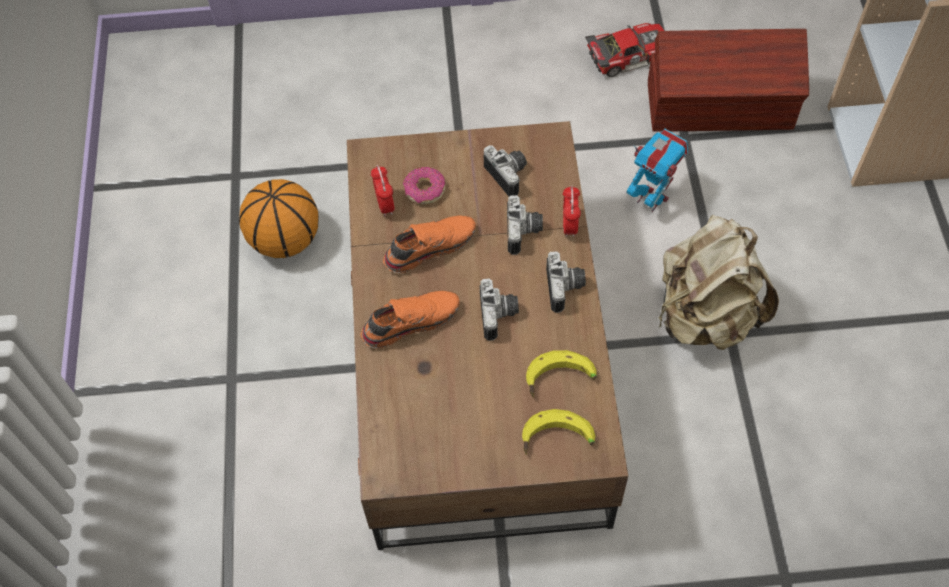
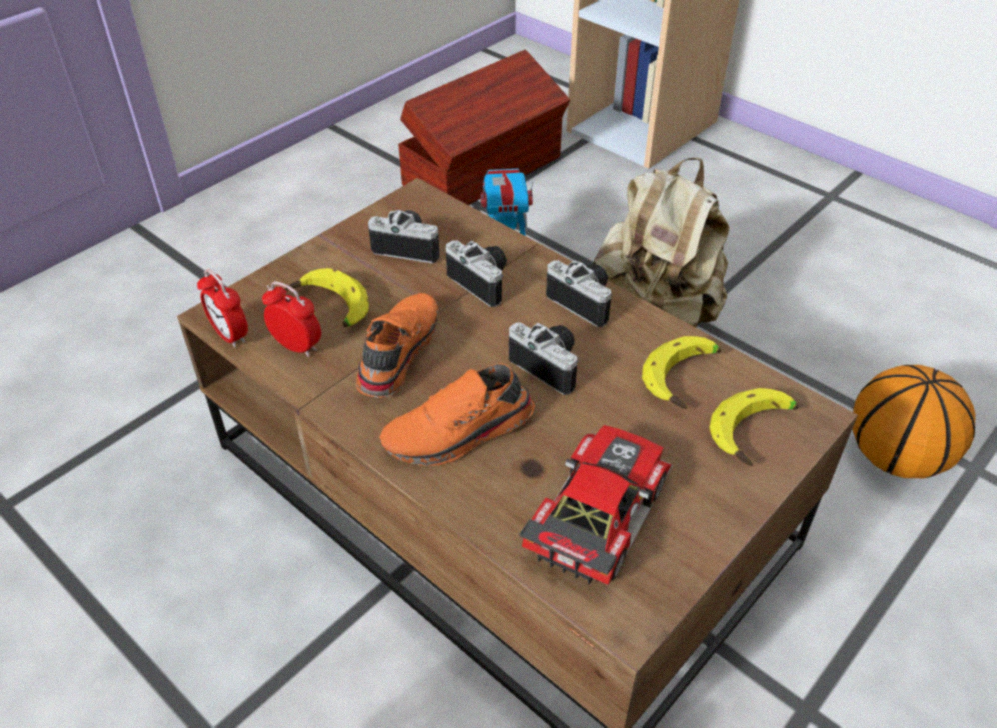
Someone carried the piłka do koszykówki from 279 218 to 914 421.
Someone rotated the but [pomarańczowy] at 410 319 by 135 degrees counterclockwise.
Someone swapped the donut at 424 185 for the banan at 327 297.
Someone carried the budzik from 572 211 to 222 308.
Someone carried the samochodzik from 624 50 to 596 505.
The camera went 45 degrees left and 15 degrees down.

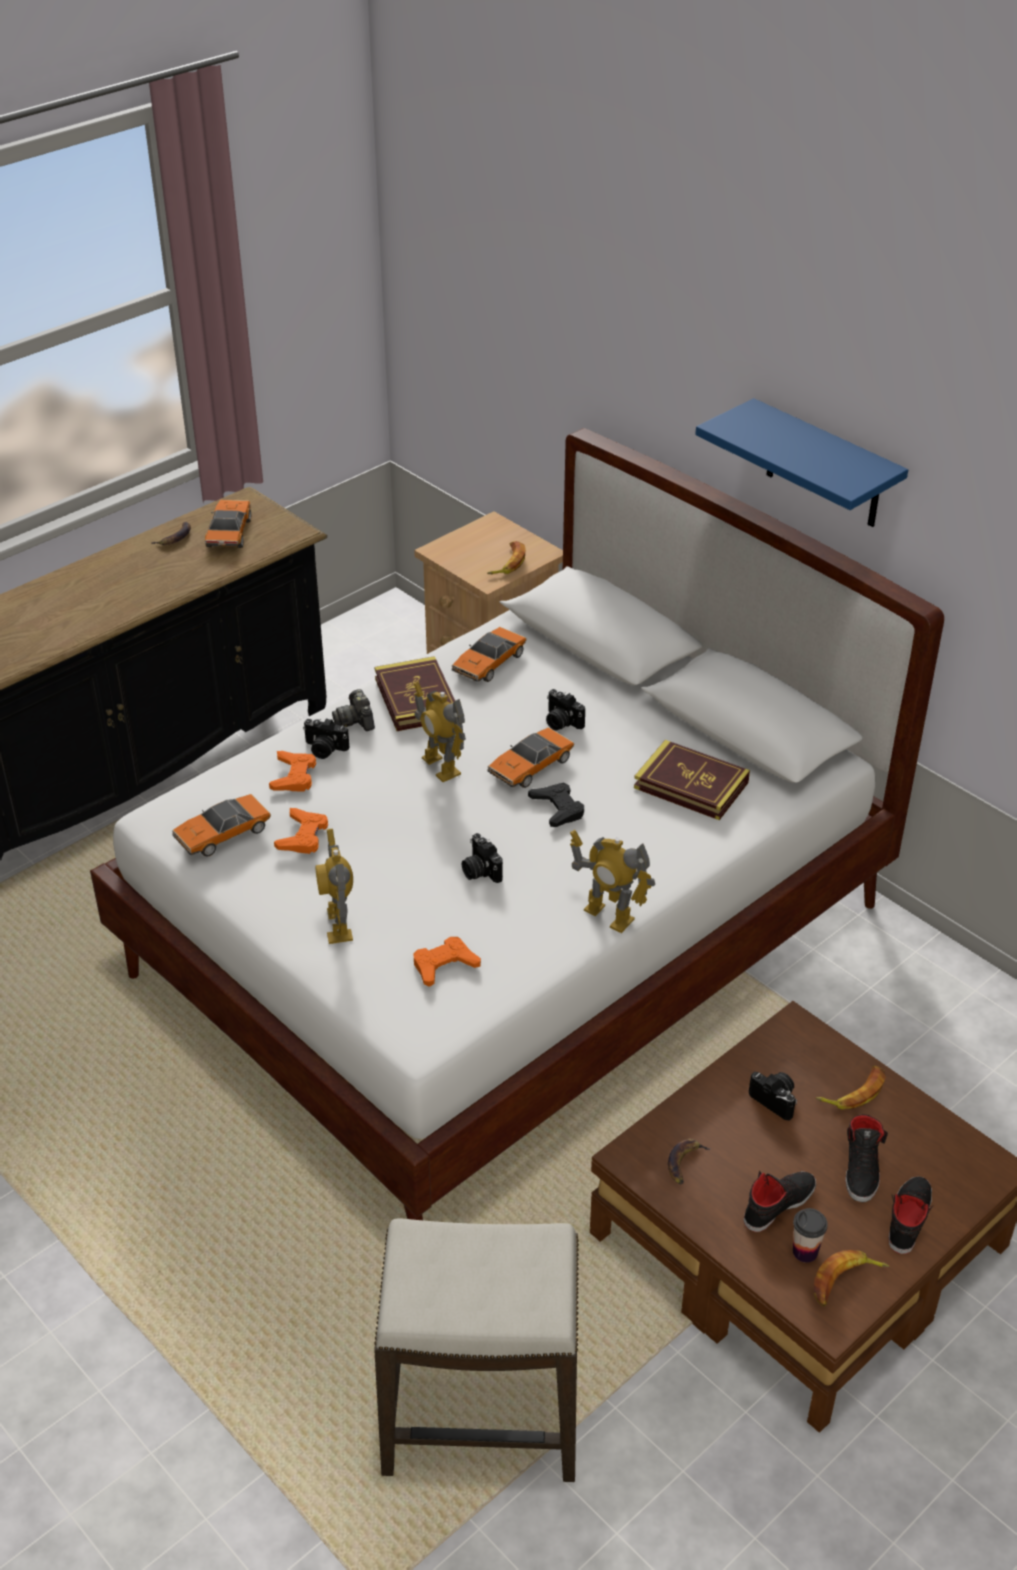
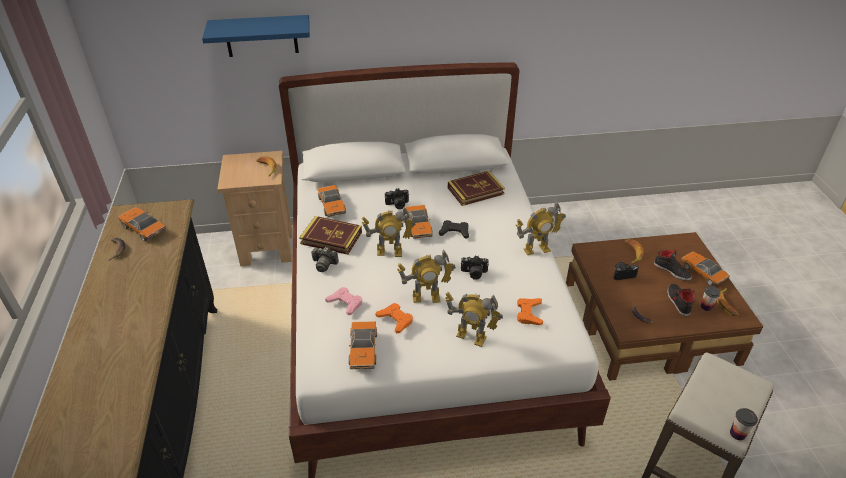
Someone repainted the pad do gier [pomarańczowy] at 292 771, which became the pad do gier [różowy] at 343 301.
Someone took away the aparat fotograficzny at 326 738.
Someone carried the półka [niebieski] from 801 462 to 256 36.
Someone swapped the but [czarny] at 911 1215 for the samochodzik at 705 268.
Someone put down the robot zabawkowy at 426 276.
Someone put down the filiżanka at 744 424.
The camera went 55 degrees left and 0 degrees up.

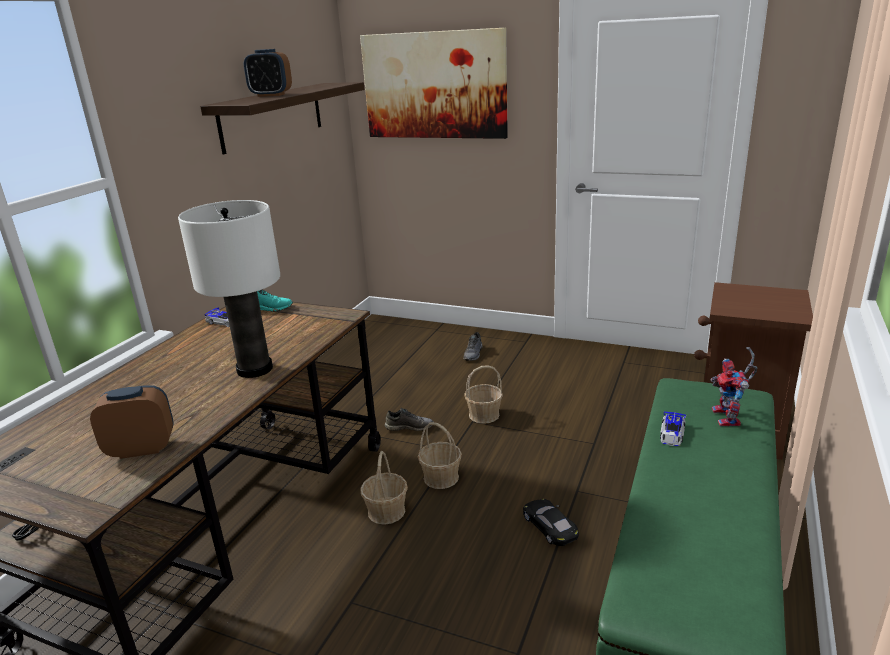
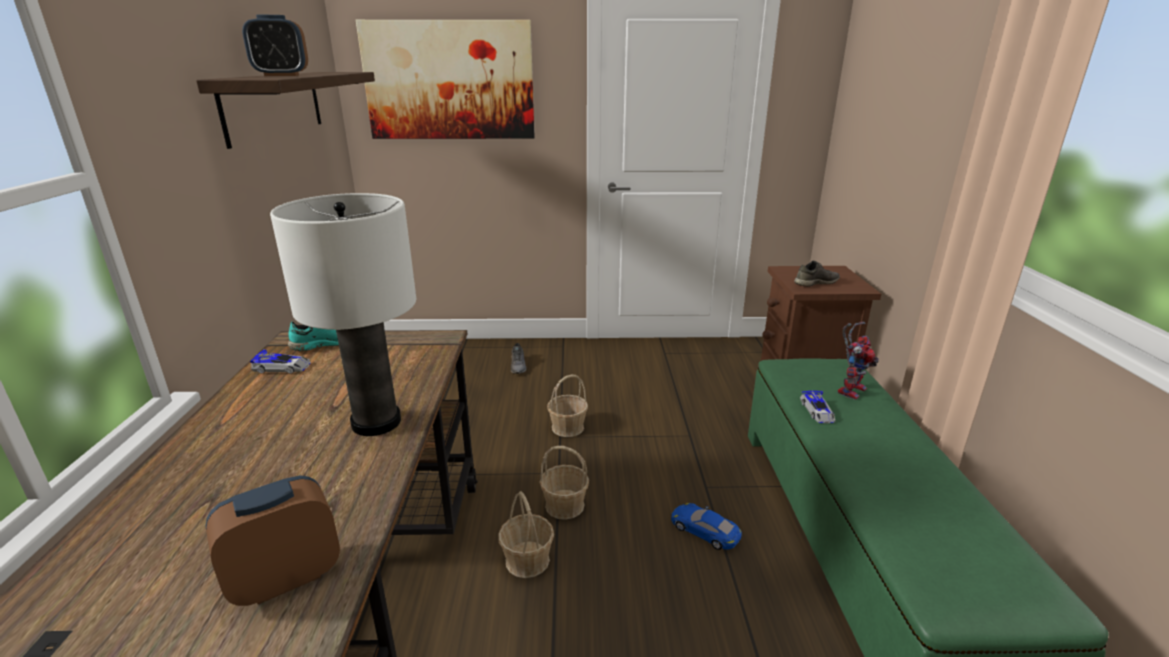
Someone carried the but [szary] from 409 419 to 817 274.
Someone repainted the samochodzik [czarny] at 551 522, which became the samochodzik [niebieski] at 706 526.
Someone rotated the robot zabawkowy at 734 386 by 120 degrees counterclockwise.
The camera went 25 degrees left and 0 degrees up.

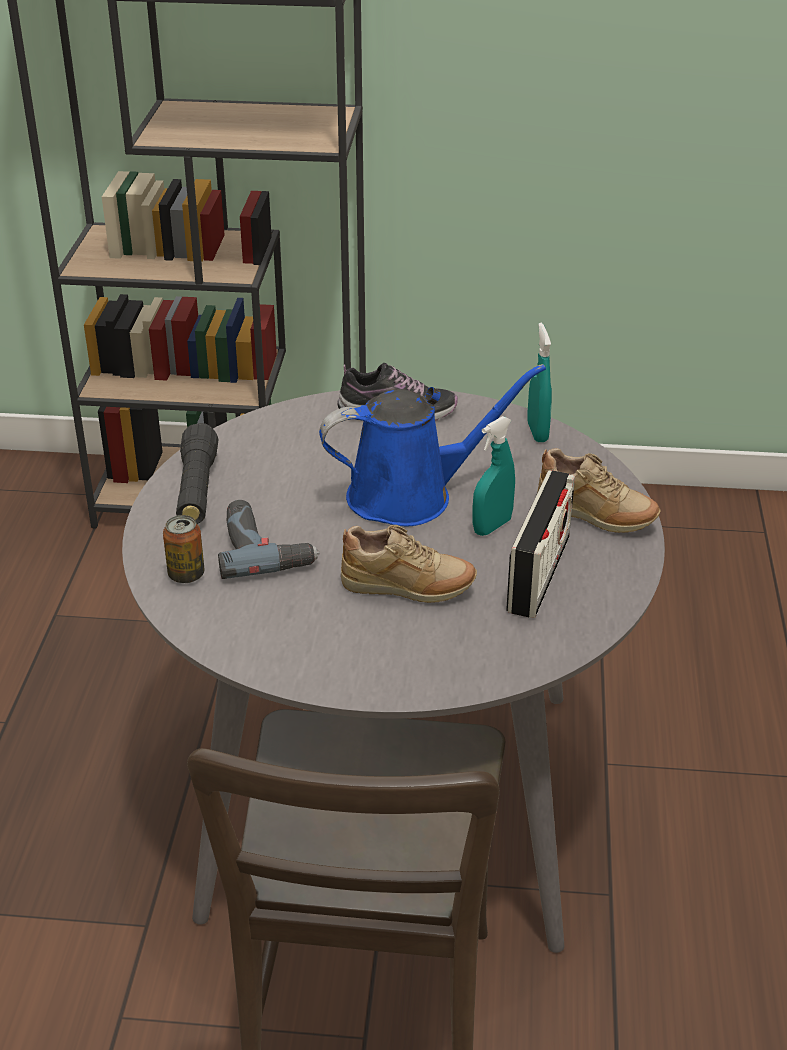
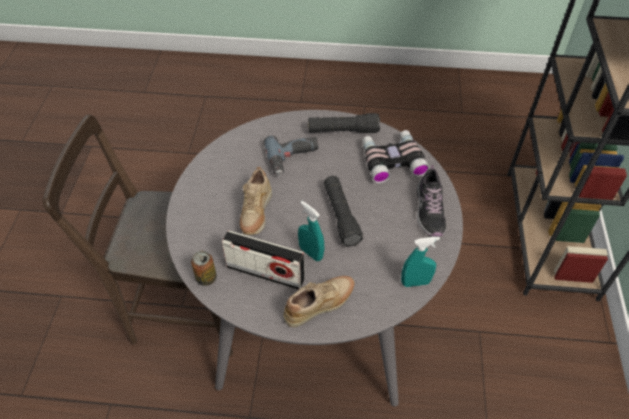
Someone carried the puszka from 183 549 to 204 268.
Someone swapped the konewka [niebieski] at 432 445 for the latarka [czarny] at 343 211.
Someone rotated the but [beżowy] at 598 490 by 150 degrees counterclockwise.
Someone put down the lornetka at 396 157.
The camera went 90 degrees right and 15 degrees up.

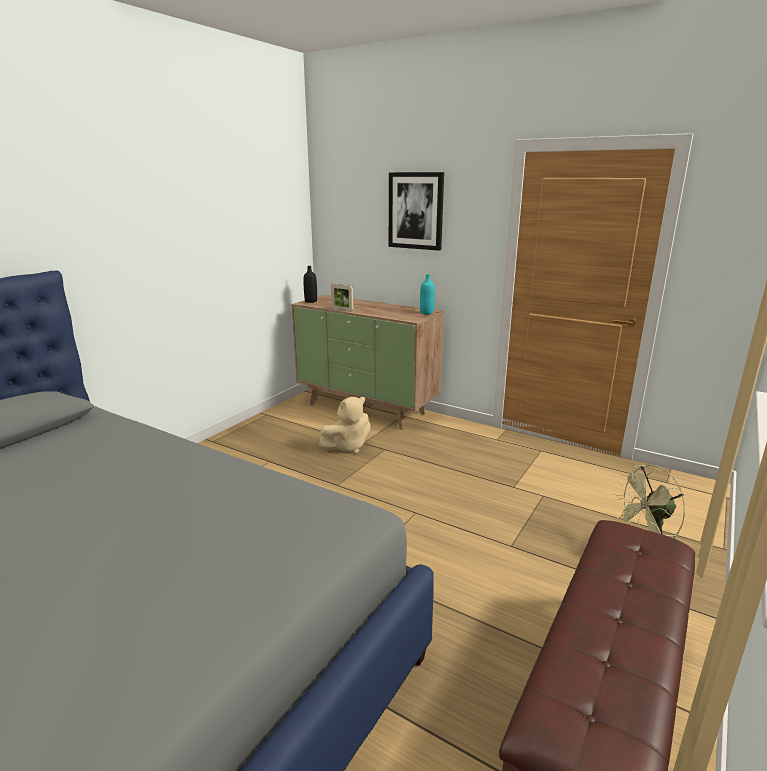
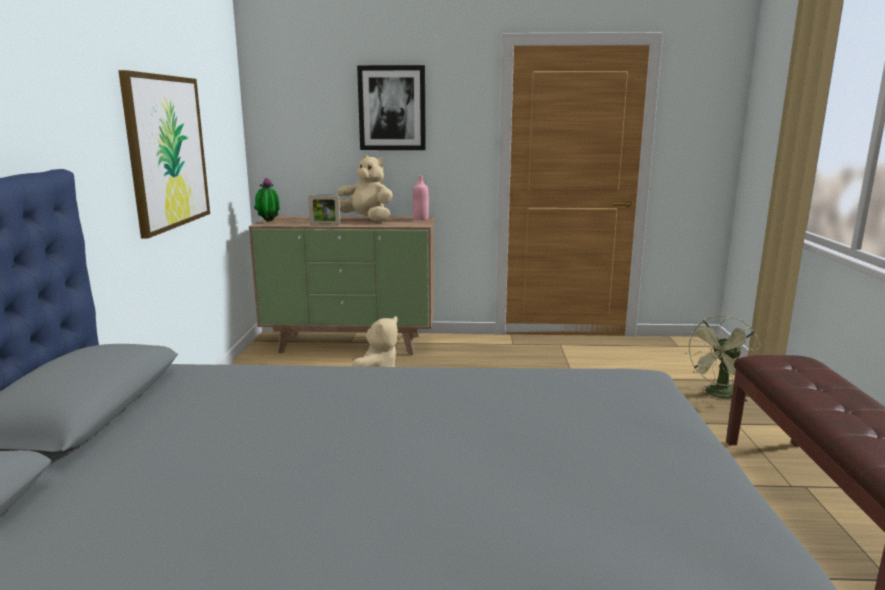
Someone swapped the butelka [czarny] at 310 284 for the roślina doniczkowa at 267 200.
Someone repainted the butelka [turkusowy] at 427 294, which became the butelka [różowy] at 421 198.
Someone put up the obraz at 164 154.
Someone put down the pluszak [beżowy] at 365 188.
The camera went 30 degrees left and 5 degrees down.

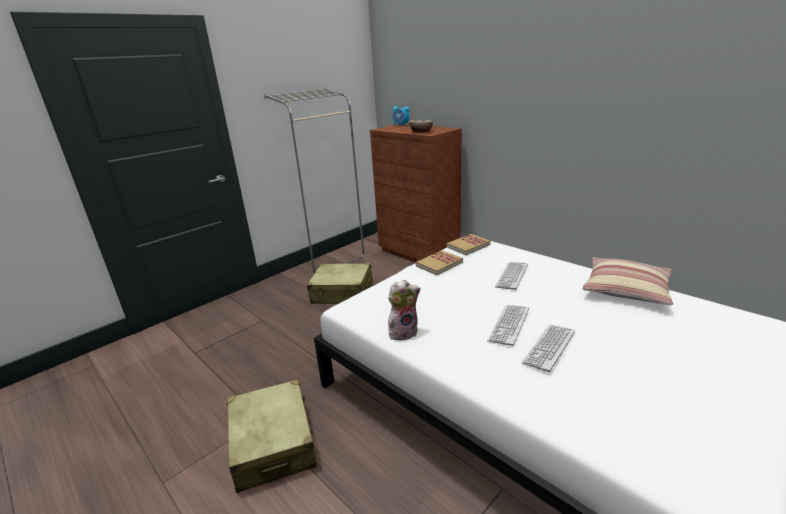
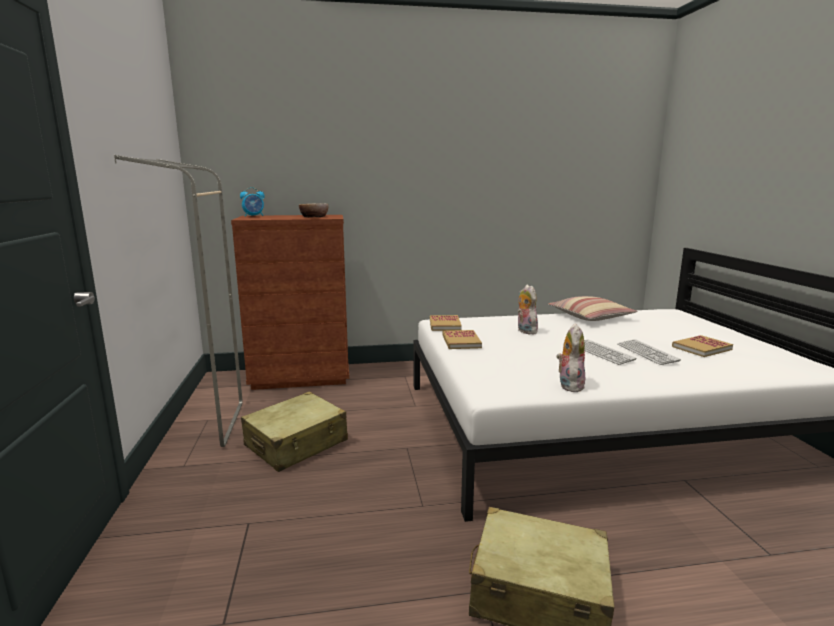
Someone swapped the klawiatura at 511 276 for the pluszak at 527 310.
Someone put down the książka at 702 346.
The camera went 55 degrees left and 10 degrees down.

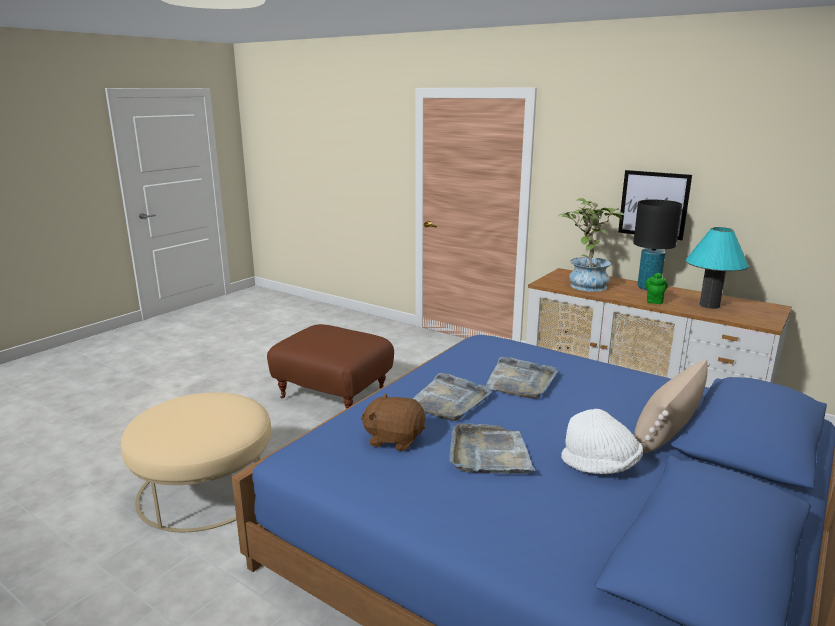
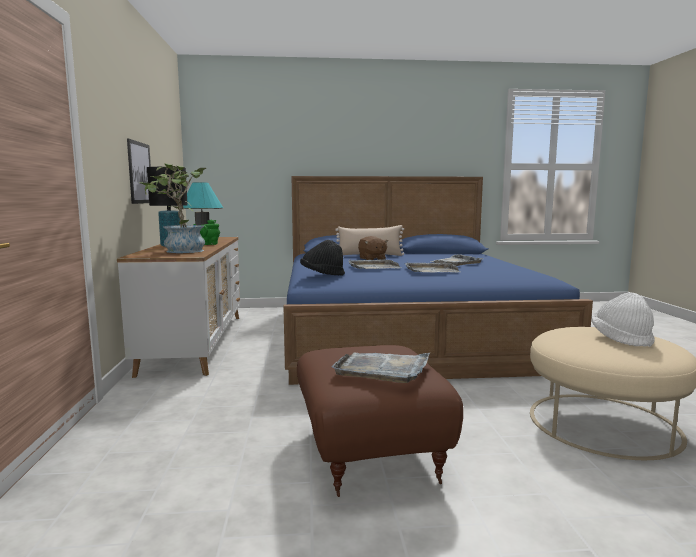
Someone carried the pluszak [brązowy] from 393 422 to 373 248.
Someone carried the kapelusz [biały] from 602 441 to 623 319.
Someone put down the kapelusz [czarny] at 322 258.
Someone put down the taca [szary] at 381 367.
The camera went 130 degrees left and 10 degrees down.

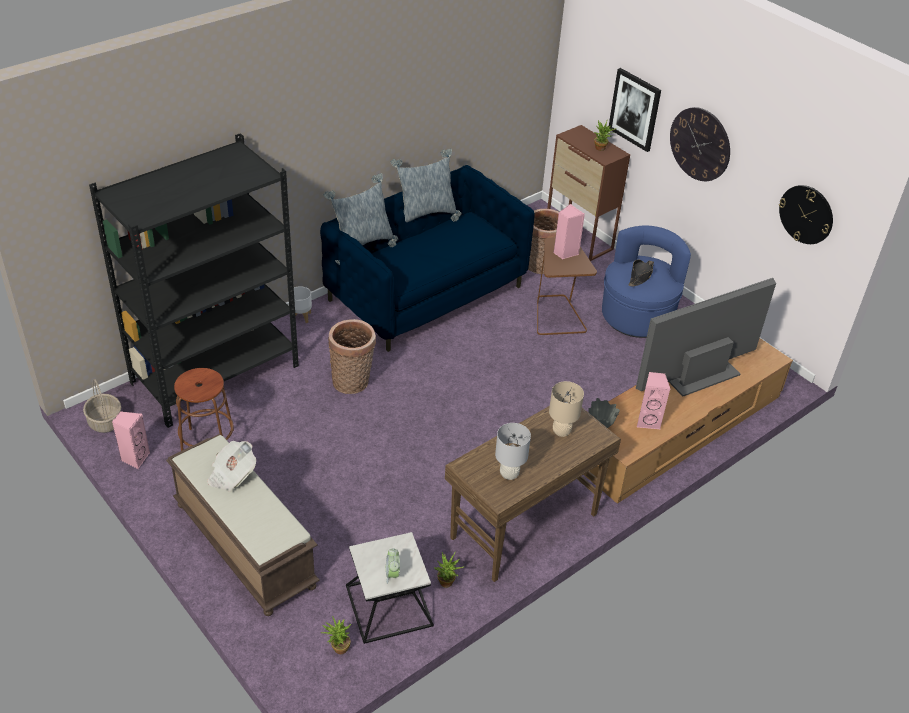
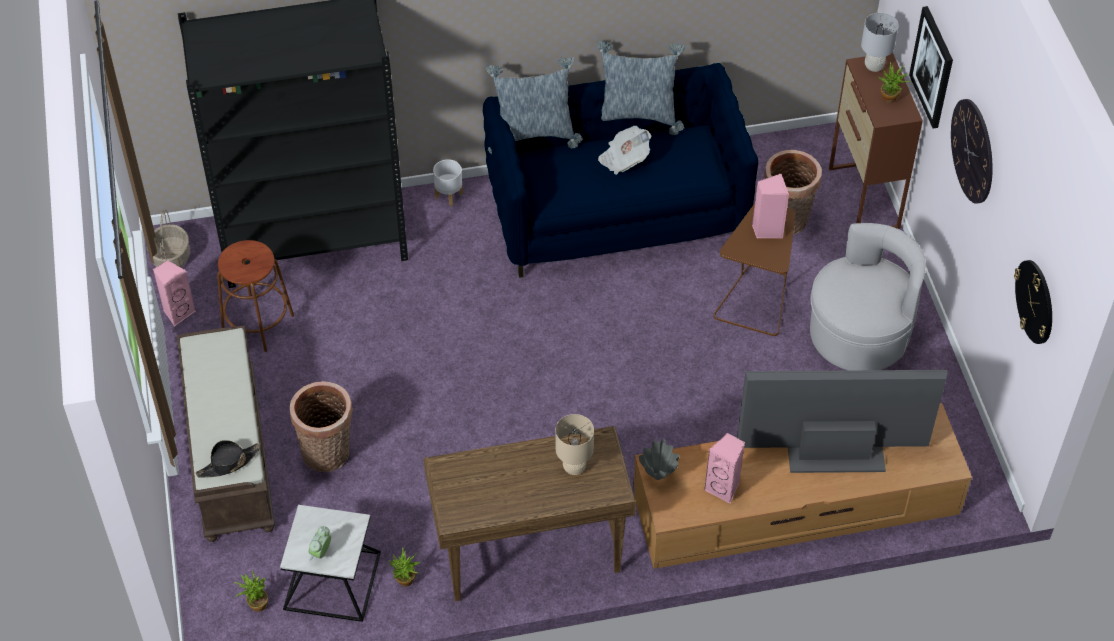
Someone carried the gazeta from 231 466 to 624 150.
Someone carried the koszyk from 352 356 to 321 426.
Someone carried the lampa stołowa [szary] from 513 451 to 880 42.
Someone repainted the fotel [niebieski] at 646 282, which became the fotel [biały] at 868 296.
Someone carried the kapelusz [czarny] from 641 273 to 228 459.
The camera went 30 degrees right and 10 degrees up.

